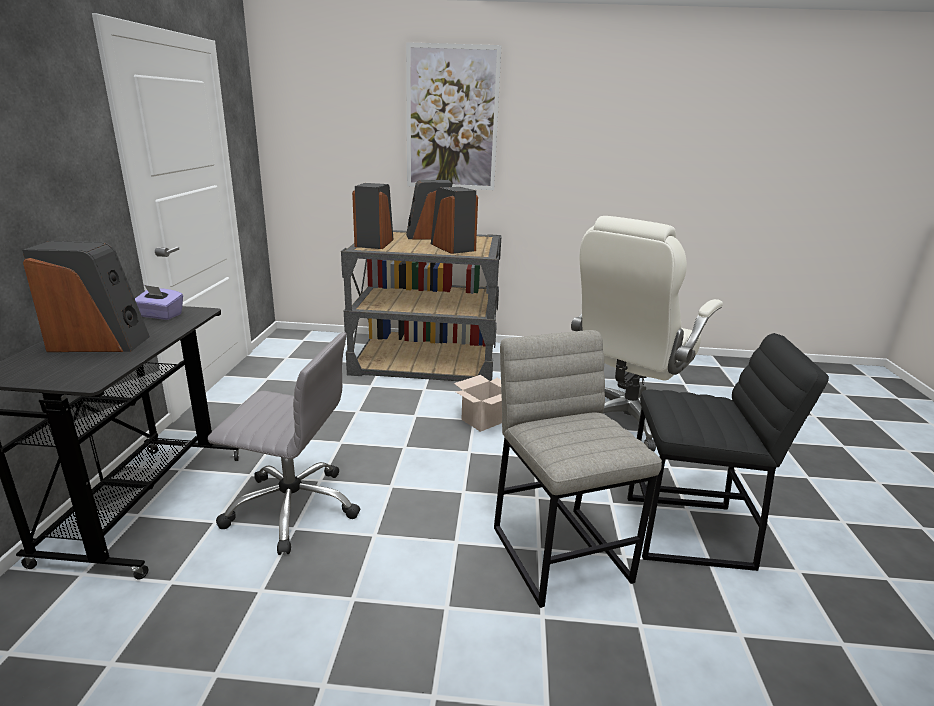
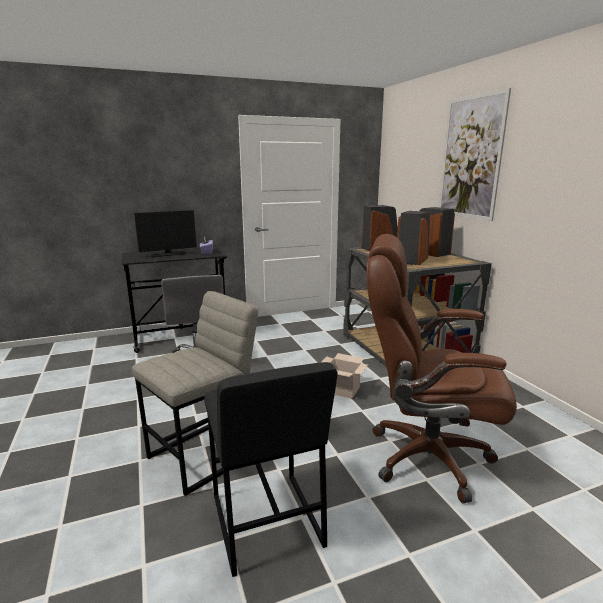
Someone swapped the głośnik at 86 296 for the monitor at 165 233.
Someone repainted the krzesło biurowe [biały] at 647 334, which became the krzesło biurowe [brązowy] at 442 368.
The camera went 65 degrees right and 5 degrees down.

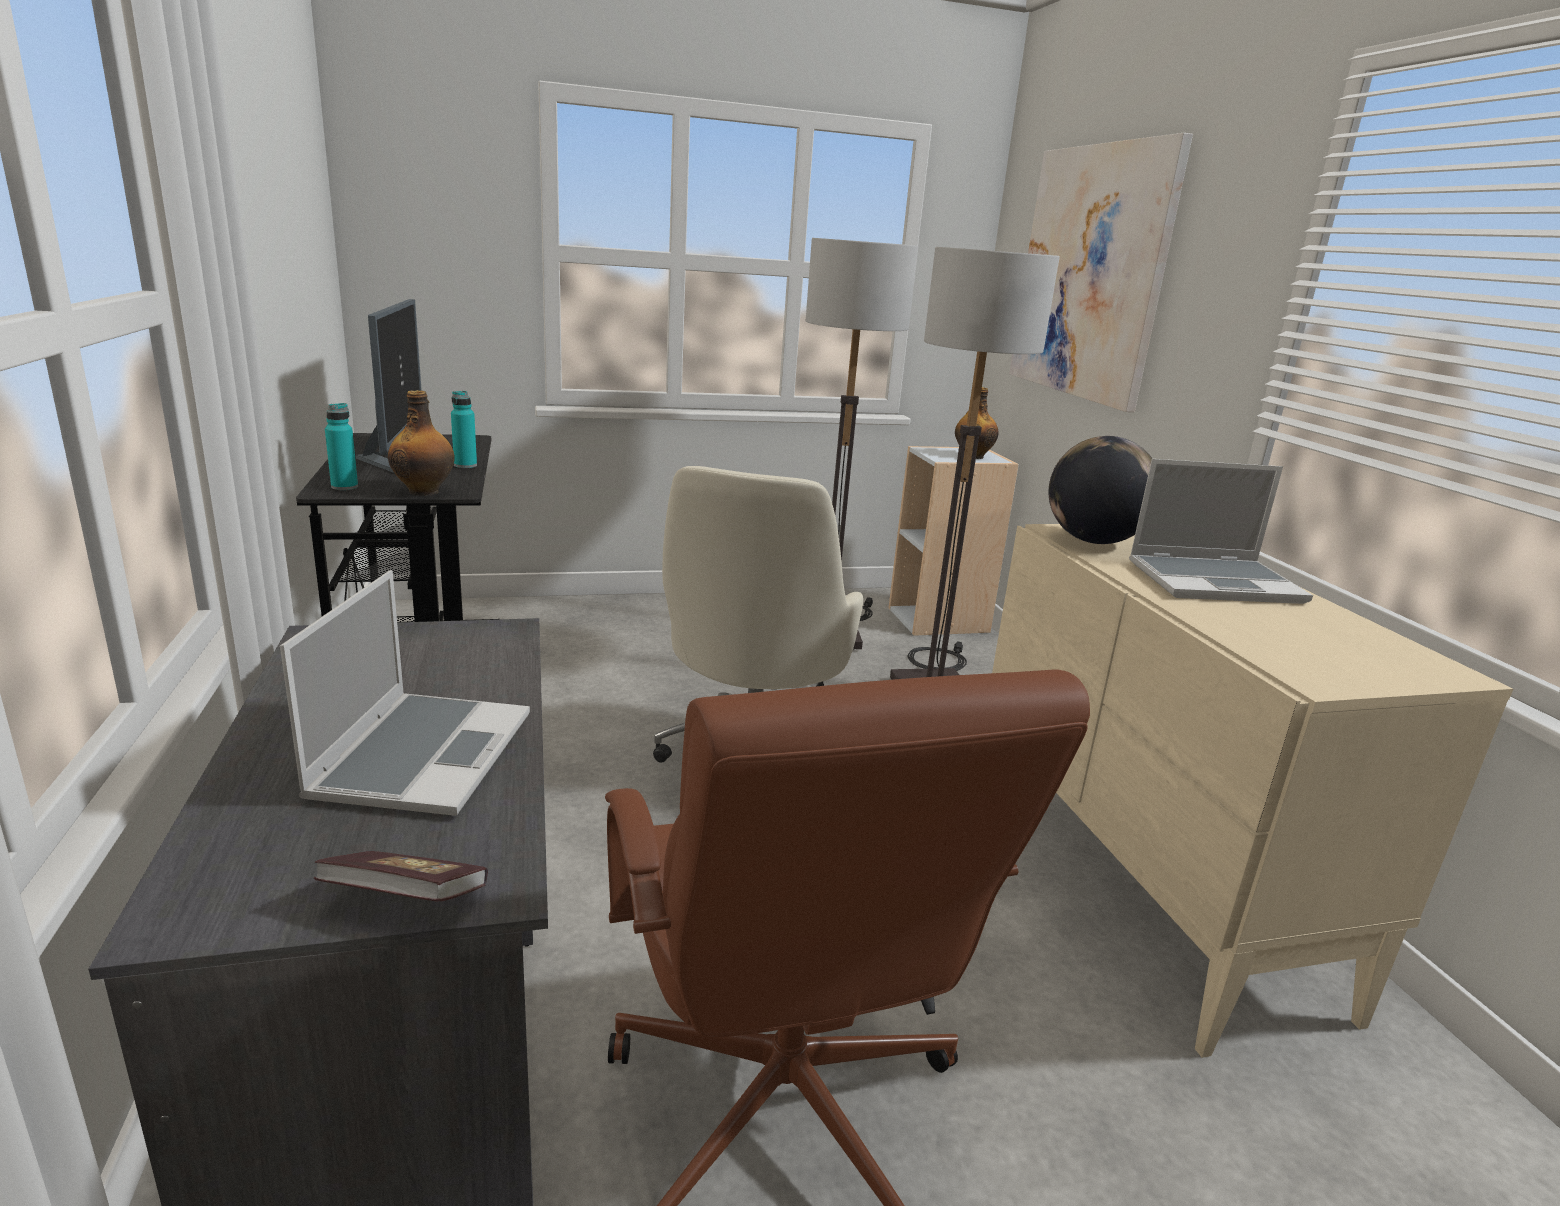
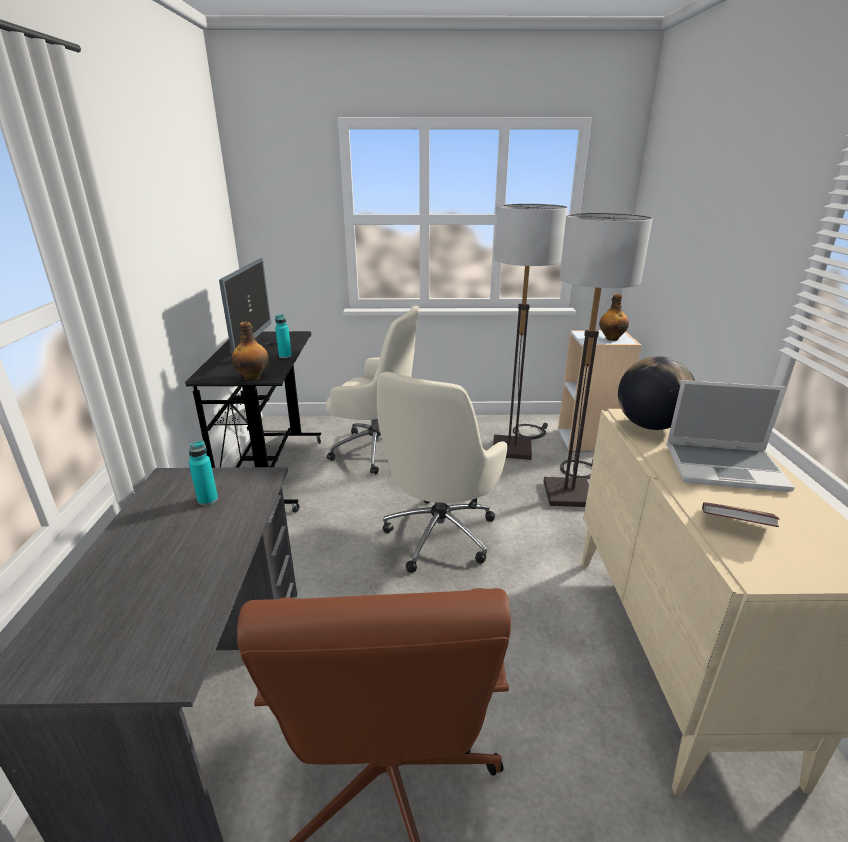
Someone took away the laptop at 405 693.
Someone carried the książka from 401 876 to 740 514.
Someone carried the butelka [turkusowy] from 341 446 to 203 473.
Someone took away the obraz at 1101 272.
Someone put down the krzesło biurowe [beżowy] at 372 390.
The camera went 15 degrees right and 5 degrees up.

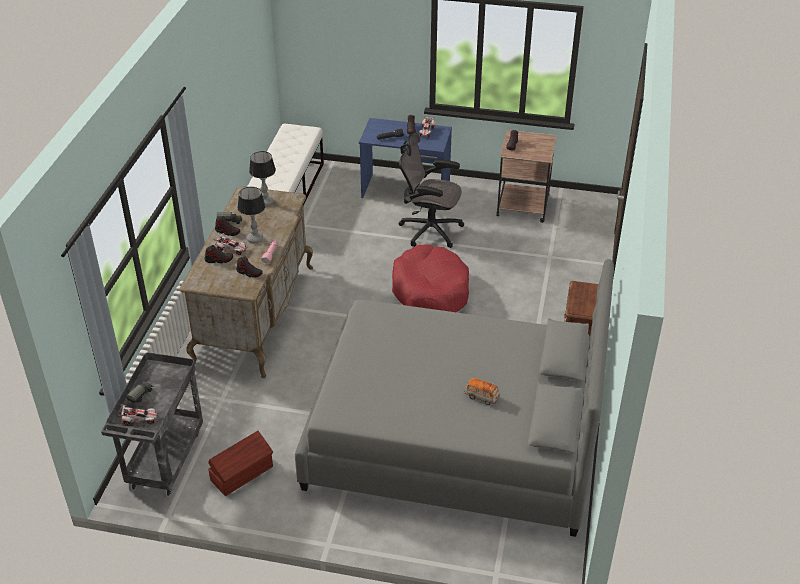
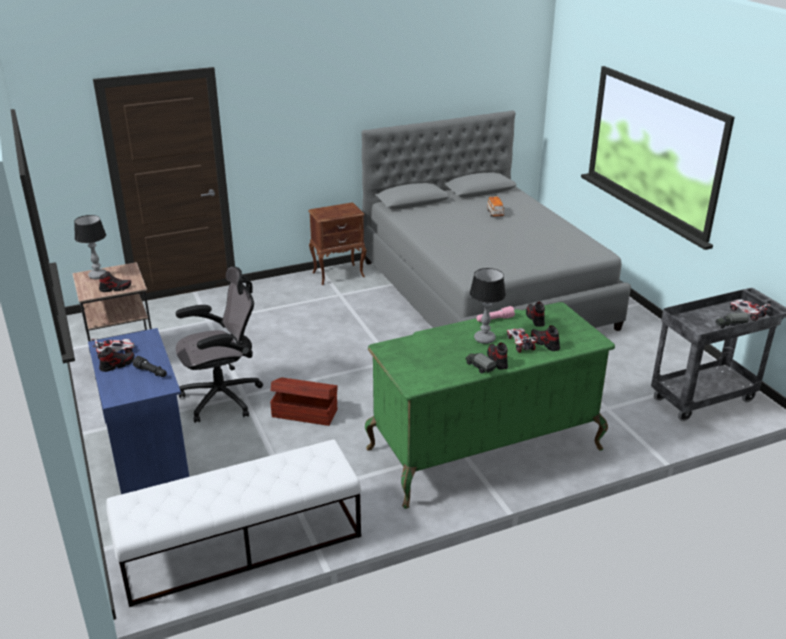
Someone repainted the komoda [beżowy] at 246 282, which became the komoda [zielony] at 490 405.
Someone carried the pojemnik do przechowywania [brązowy] from 240 463 to 304 401.
Someone carried the lampa stołowa from 262 178 to 90 247.
Someone took away the legowisko [czerwony] at 430 278.
Someone rotated the krzesło biurowe at 431 190 by 105 degrees counterclockwise.
The camera went 125 degrees left and 10 degrees down.

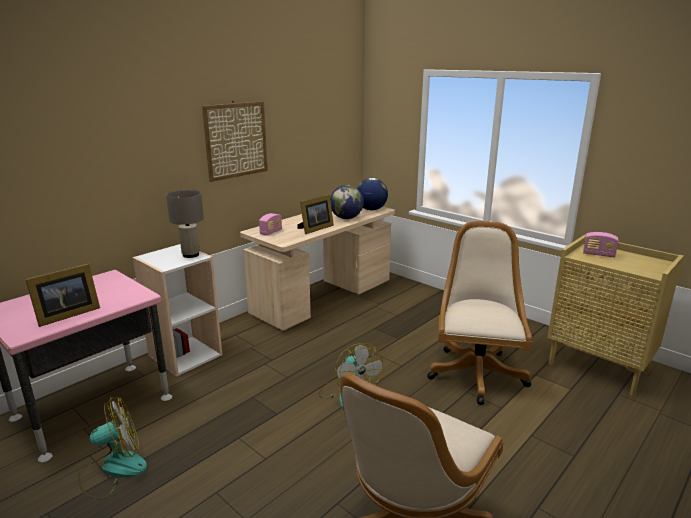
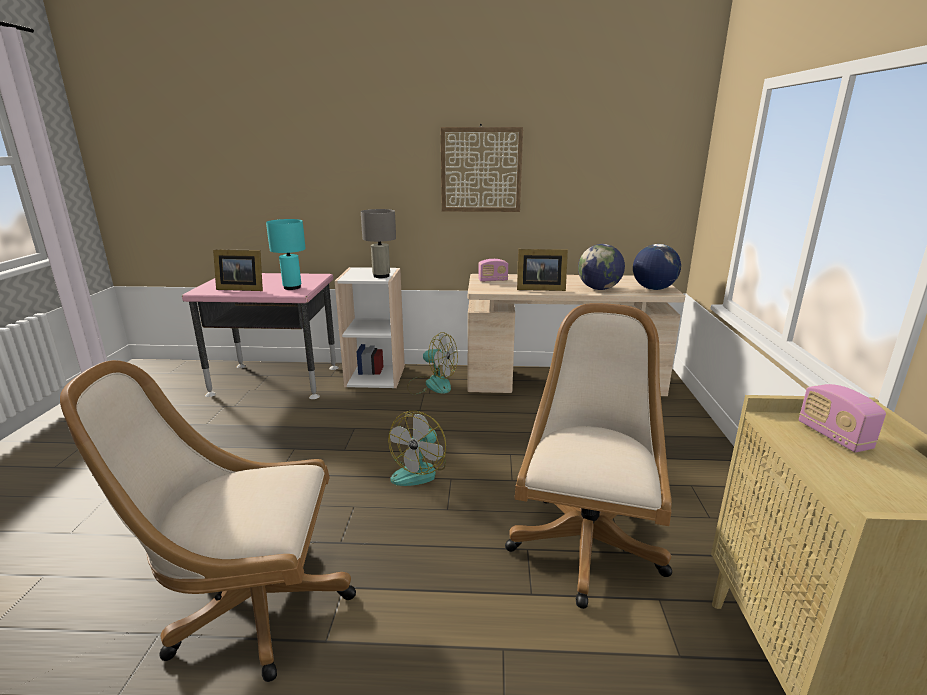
Someone carried the wentylator from 112 448 to 432 363.
Someone rotated the krzesło biurowe at 479 313 by 45 degrees counterclockwise.
Someone put down the lampa stołowa [turkusowy] at 285 254.
The camera went 50 degrees right and 0 degrees up.

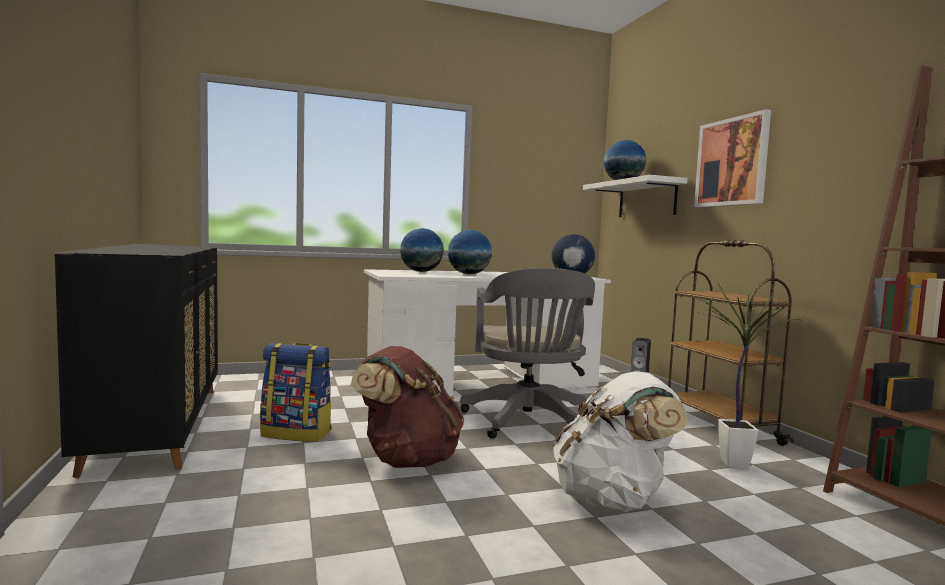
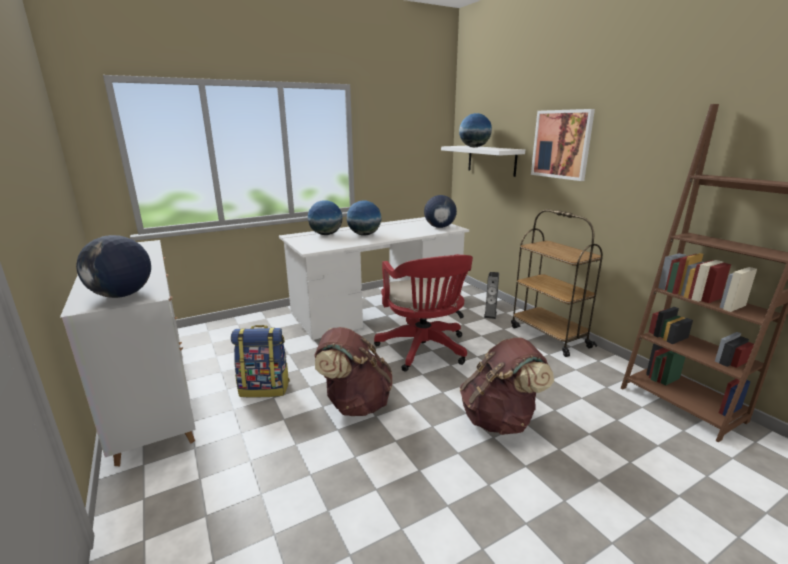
Someone repainted the szafka [czarny] at 136 361, which became the szafka [biały] at 128 353.
Someone repainted the krzesło biurowe [szary] at 527 353, which became the krzesło biurowe [czerwony] at 423 313.
Someone repainted the plecak [biały] at 620 441, which became the plecak [brązowy] at 507 386.
Someone took away the roślina doniczkowa at 746 376.
Someone put down the globus at 113 266.
The camera went 10 degrees left and 15 degrees up.

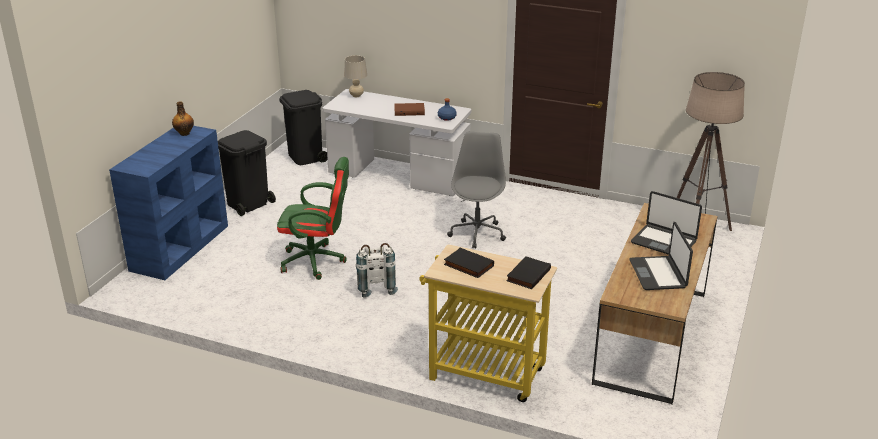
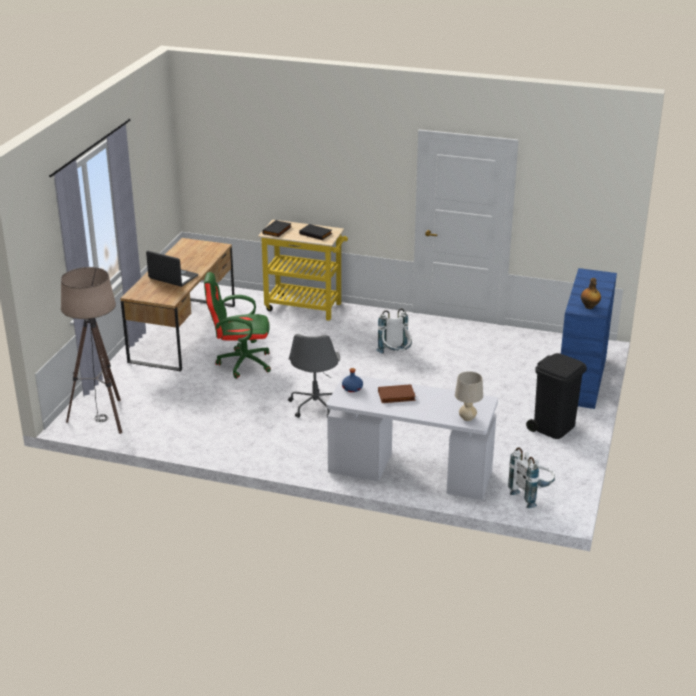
Someone carried the krzesło biurowe [zielony] from 313 218 to 237 325.
Someone swapped the kosz na śmieci [czarny] at 303 127 for the plecak [biały] at 531 477.
Someone took away the laptop at 661 256.
The camera went 175 degrees right and 0 degrees up.

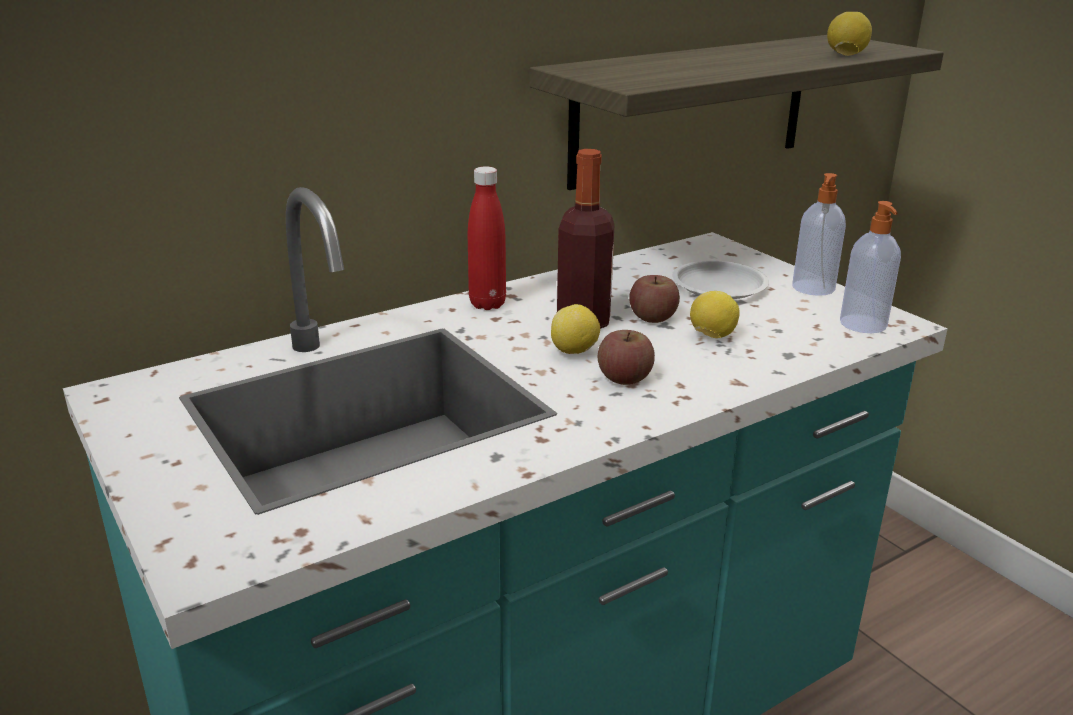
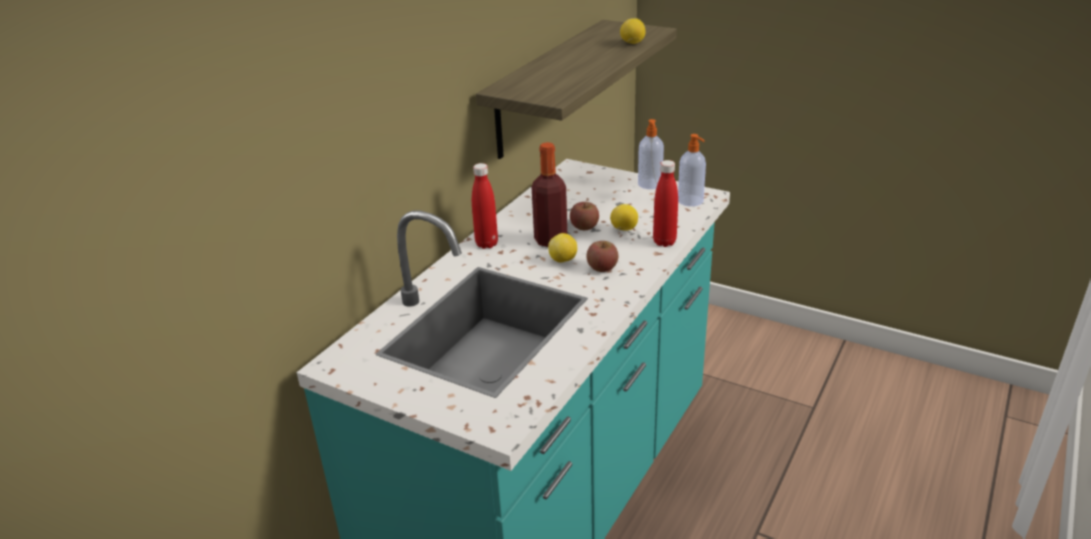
Someone took away the talerz [biały] at 720 279.
Someone put down the butelka [czerwony] at 665 203.
The camera went 25 degrees left and 5 degrees up.

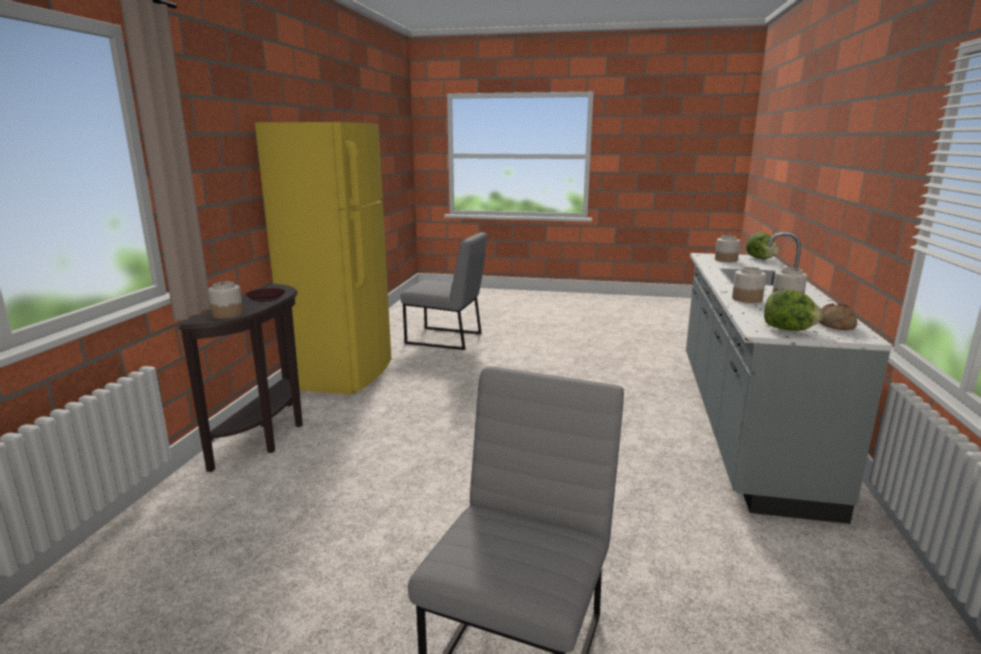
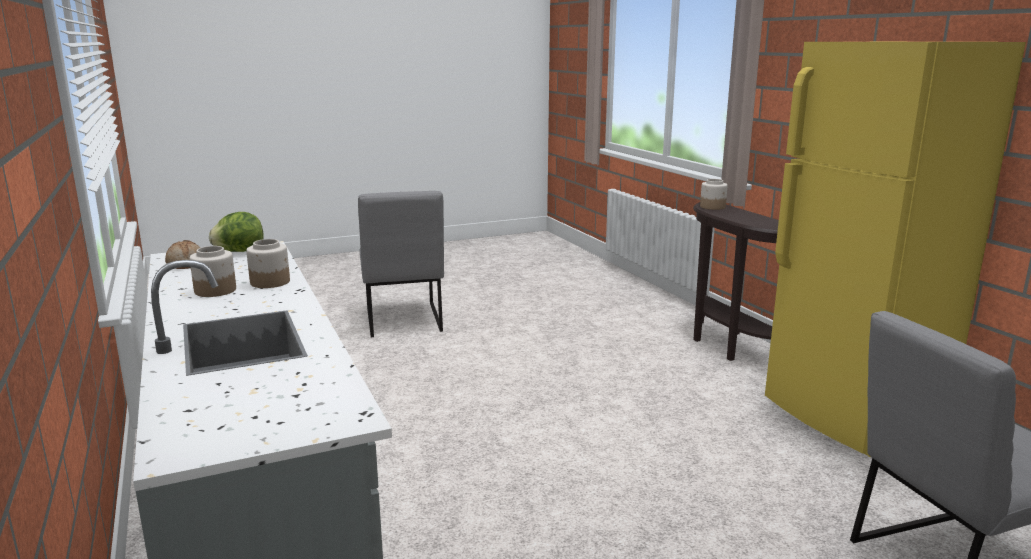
Someone took away the talerz [brązowy] at 265 294.
Someone took away the słoik at 727 248.
Someone took away the sałata at 762 245.
The camera went 145 degrees right and 0 degrees up.

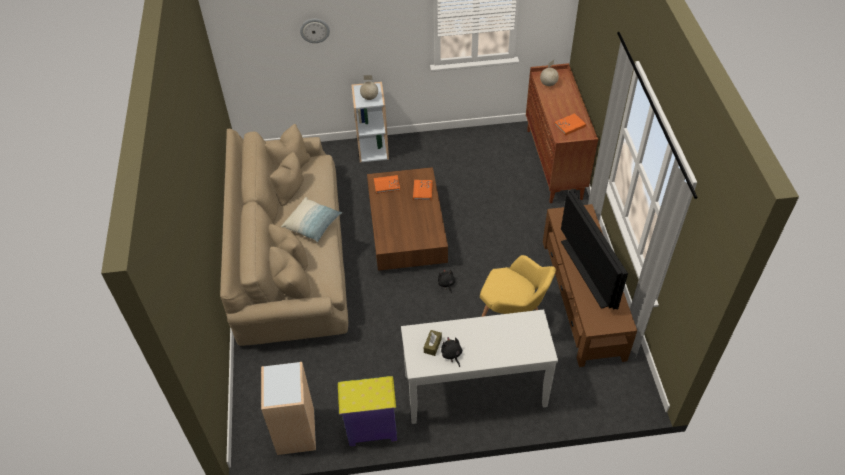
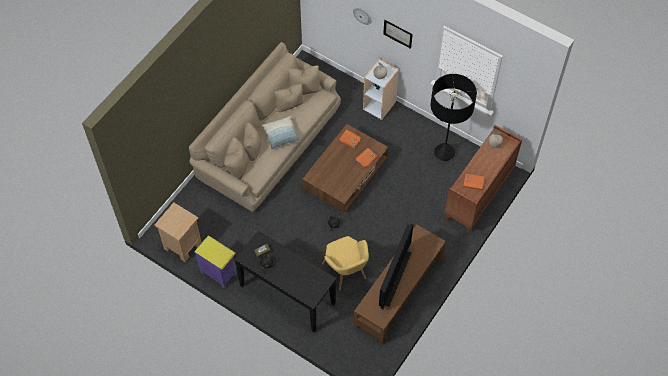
Someone swapped the regał at 288 408 for the szafka nocna [beżowy] at 178 232.
Someone repainted the stolik konsolowy [biały] at 479 366, which became the stolik konsolowy [czarny] at 286 281.
Someone put up the obraz at 398 34.
Someone put down the lampa stojąca [czarny] at 454 117.
The camera went 40 degrees right and 10 degrees up.

